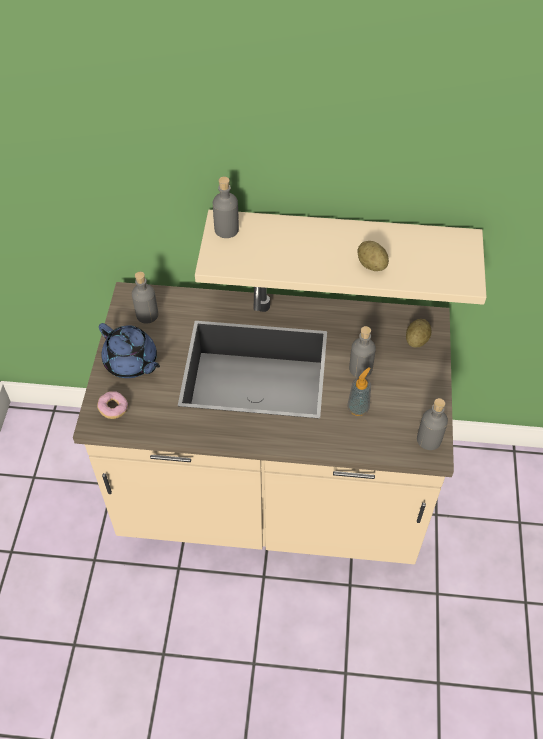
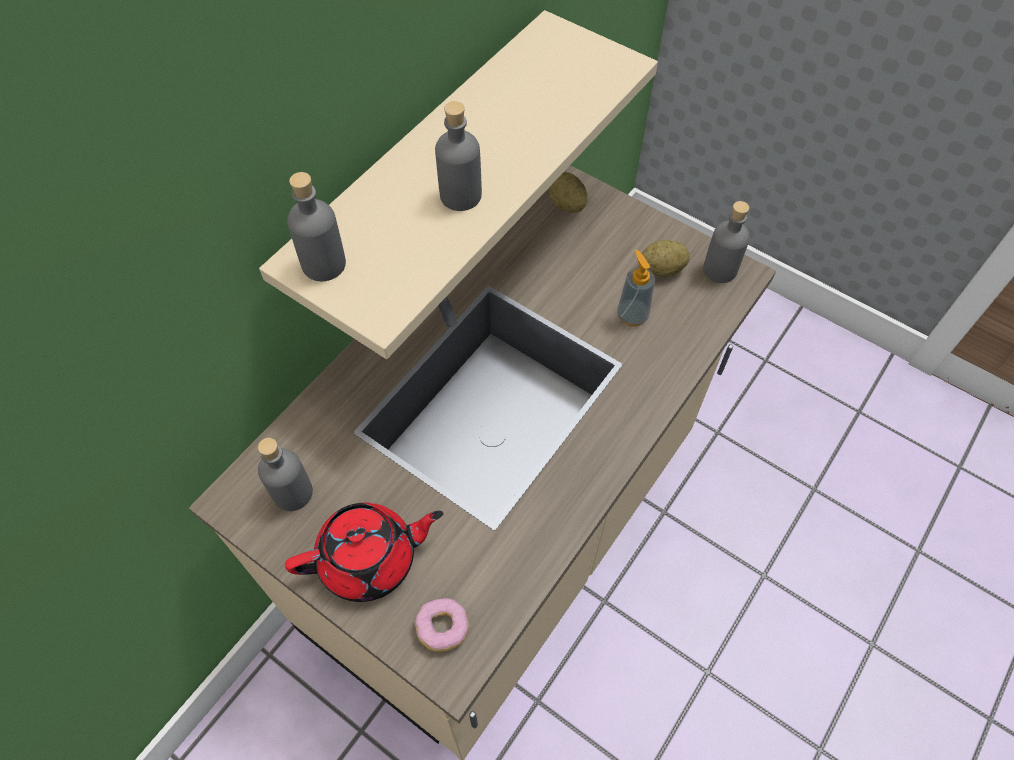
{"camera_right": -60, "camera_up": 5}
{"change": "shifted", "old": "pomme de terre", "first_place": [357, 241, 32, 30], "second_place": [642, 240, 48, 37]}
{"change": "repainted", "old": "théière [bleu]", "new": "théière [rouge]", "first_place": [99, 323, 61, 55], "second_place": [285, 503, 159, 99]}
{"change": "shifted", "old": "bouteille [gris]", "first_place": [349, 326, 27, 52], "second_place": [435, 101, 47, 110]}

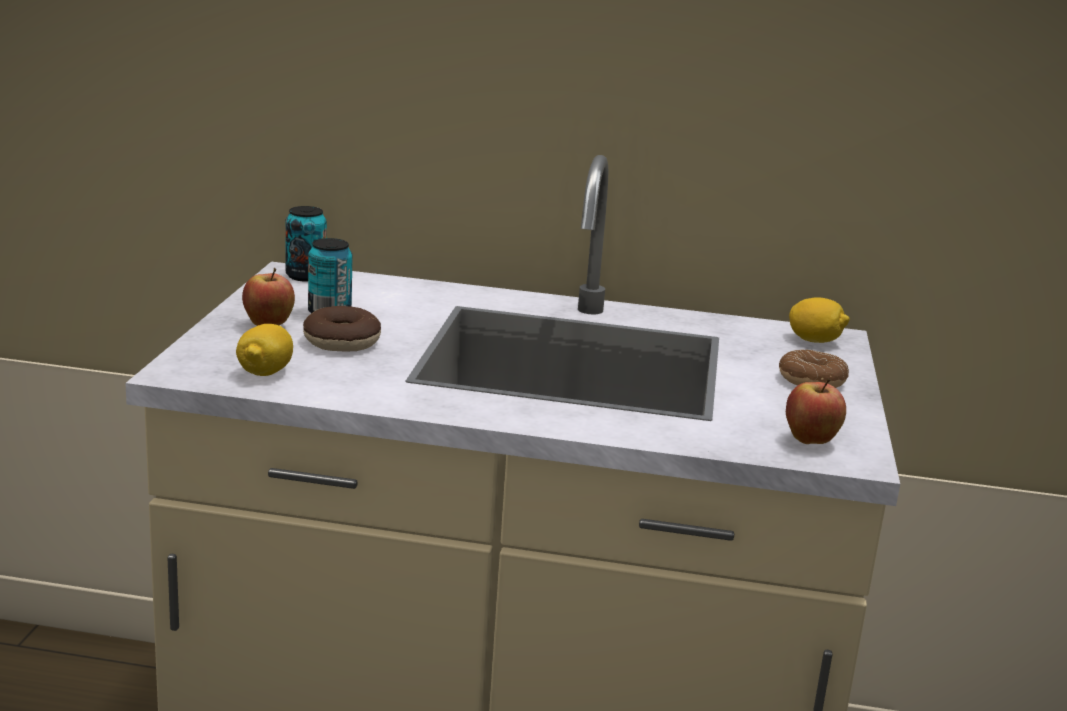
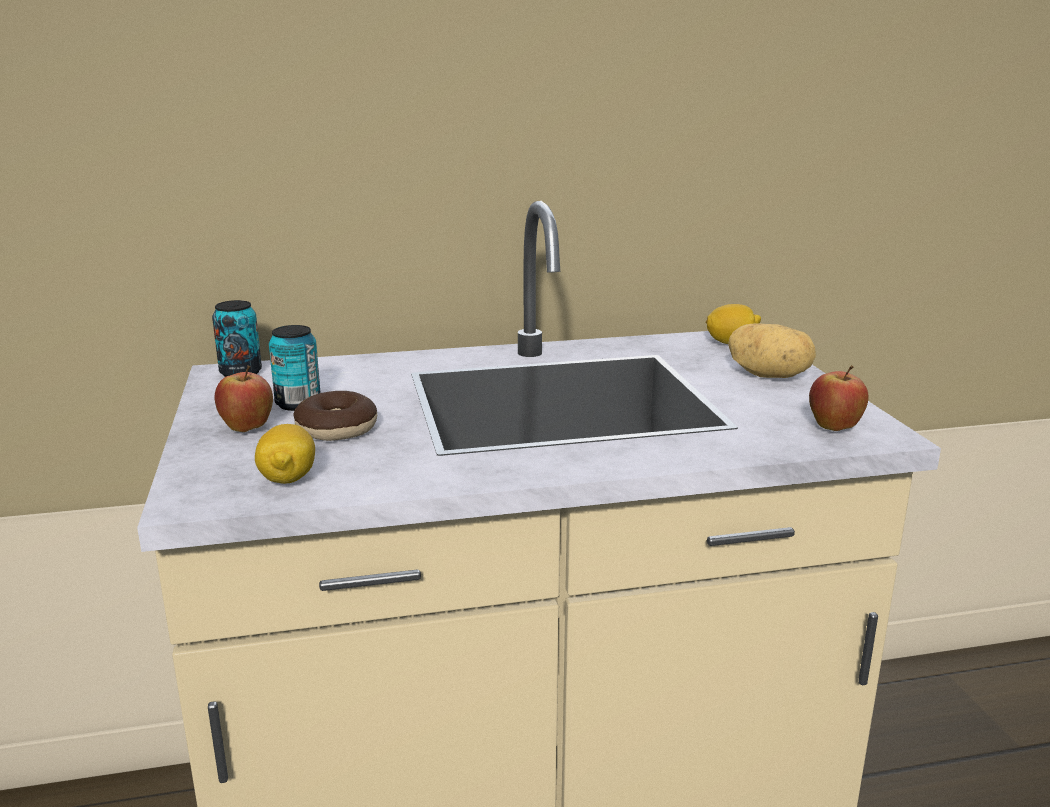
{"camera_right": -20, "camera_up": 0}
{"change": "swapped", "old": "beignet", "new": "pomme de terre", "first_place": [779, 350, 70, 38], "second_place": [728, 324, 88, 54]}

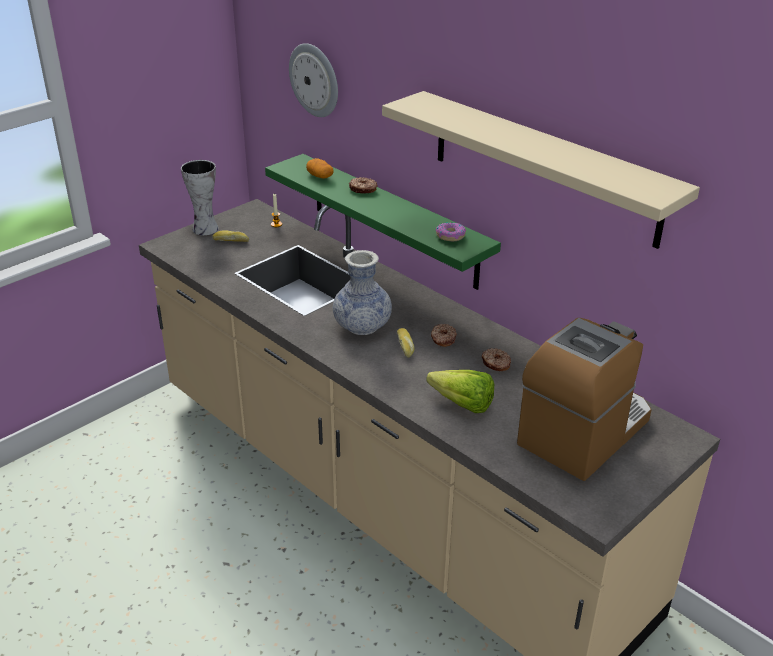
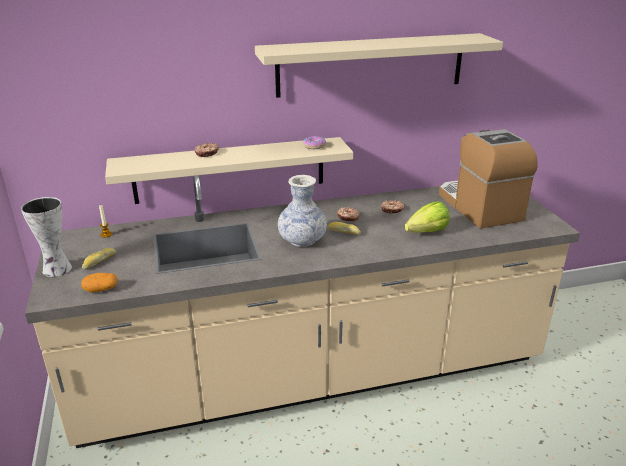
{"camera_right": -60, "camera_up": -5}
{"change": "gone", "old": "horloge murale", "first_place": [289, 43, 49, 74]}
{"change": "repainted", "old": "étagère [vert]", "new": "étagère [beige]", "first_place": [265, 154, 236, 136], "second_place": [105, 137, 248, 67]}
{"change": "shifted", "old": "pomme de terre", "first_place": [306, 158, 27, 21], "second_place": [81, 273, 37, 19]}

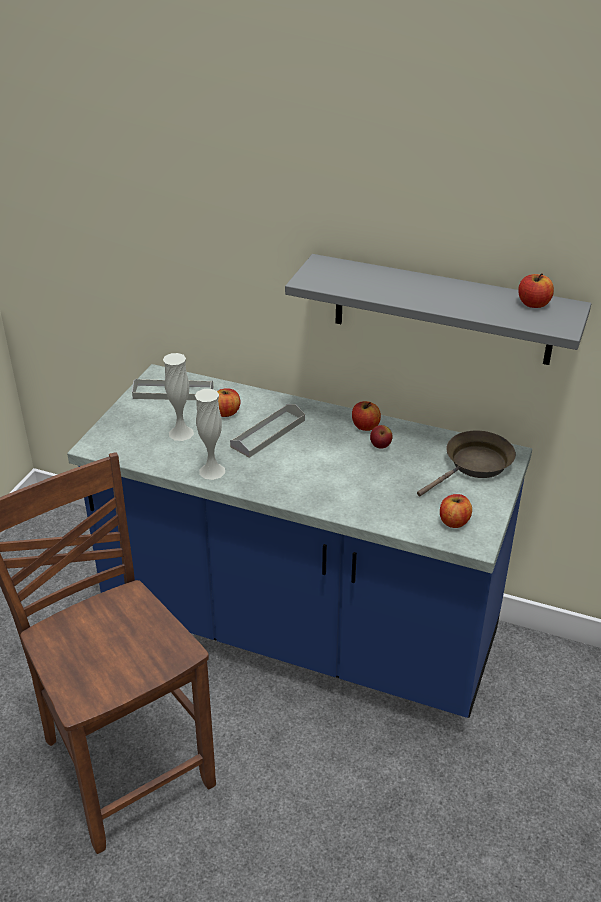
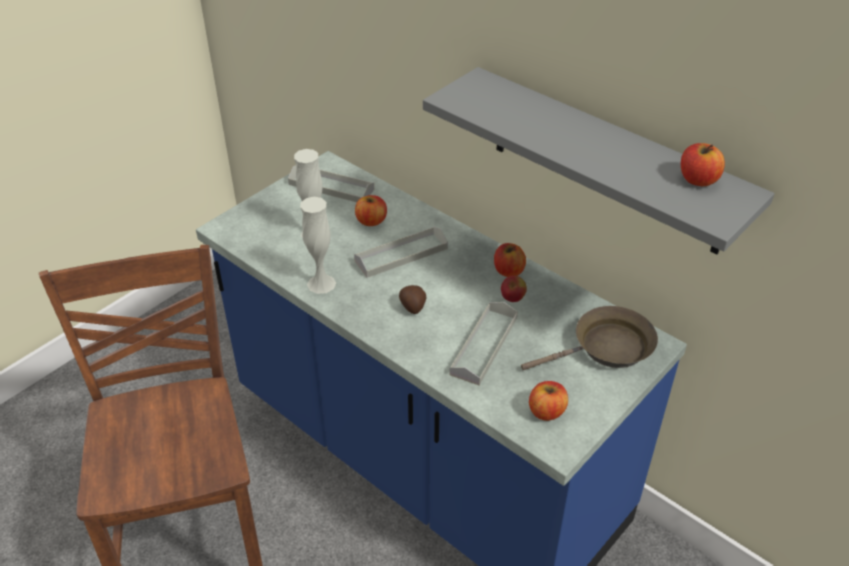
{"camera_right": 20, "camera_up": 5}
{"change": "new", "new": "pomme de terre", "second_place": [399, 285, 27, 29]}
{"change": "new", "new": "plateau [gris]", "second_place": [449, 302, 69, 83]}

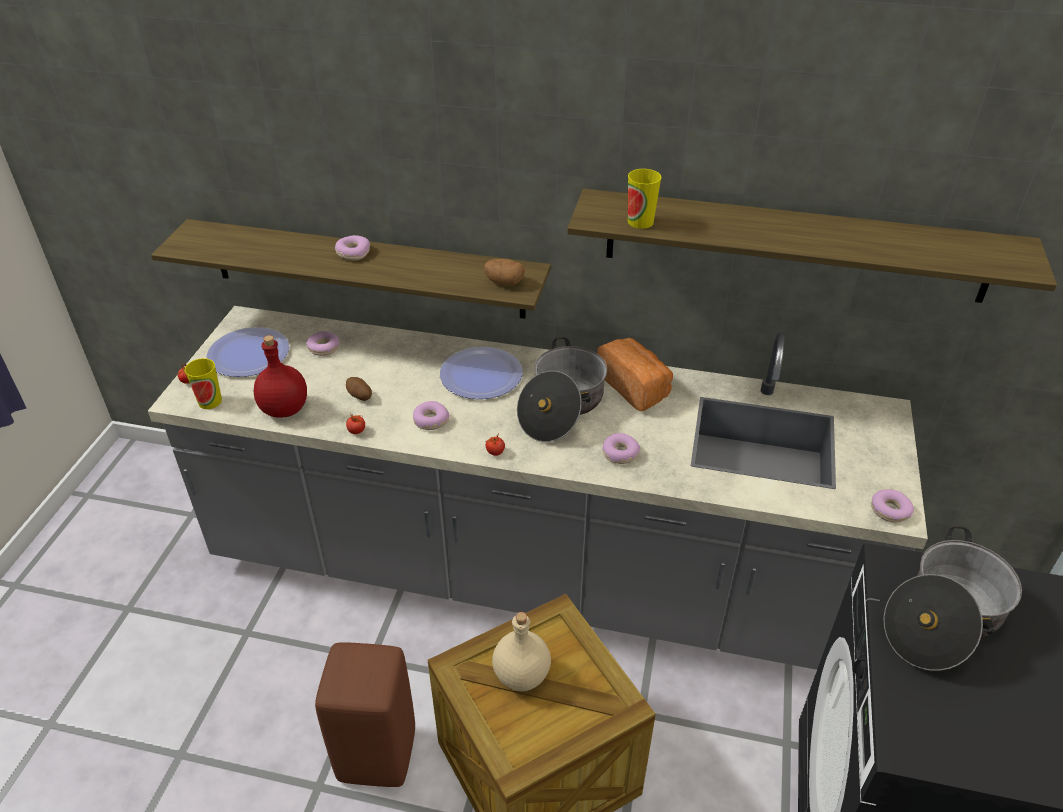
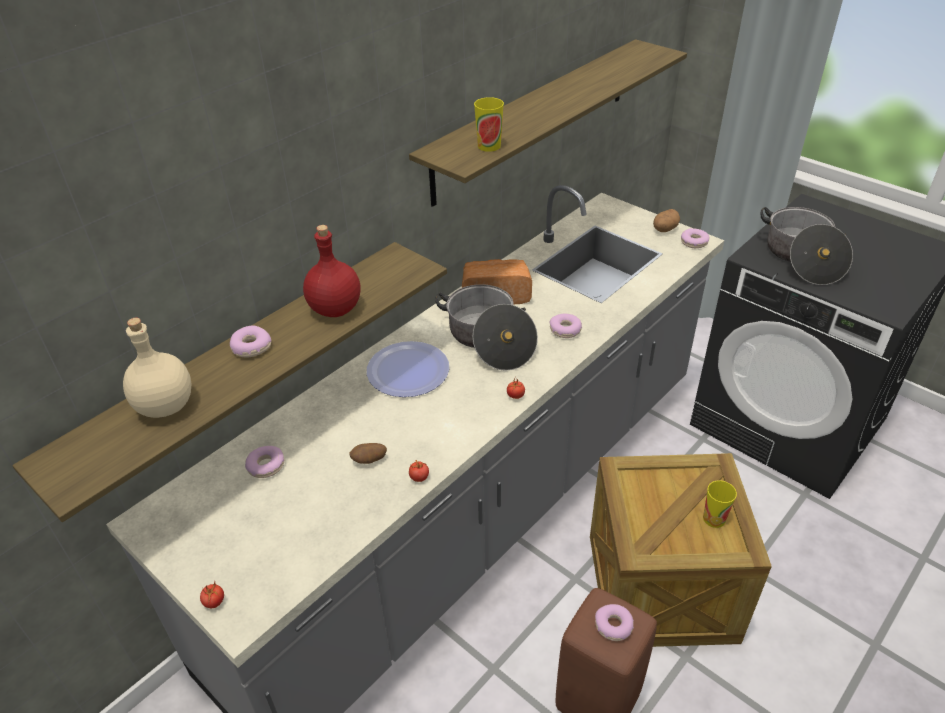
{"camera_right": -60, "camera_up": 0}
{"change": "shifted", "old": "pomme de terre", "first_place": [484, 259, 41, 26], "second_place": [653, 209, 27, 23]}
{"change": "gone", "old": "assiette", "first_place": [206, 327, 83, 50]}
{"change": "shifted", "old": "bouteille [rouge]", "first_place": [254, 335, 53, 83], "second_place": [303, 225, 58, 92]}
{"change": "shifted", "old": "tasse", "first_place": [184, 358, 38, 51], "second_place": [703, 480, 34, 48]}
{"change": "shifted", "old": "beignet", "first_place": [413, 401, 37, 29], "second_place": [595, 604, 39, 37]}
{"change": "shifted", "old": "bouteille [beige]", "first_place": [492, 612, 59, 79], "second_place": [123, 318, 69, 100]}

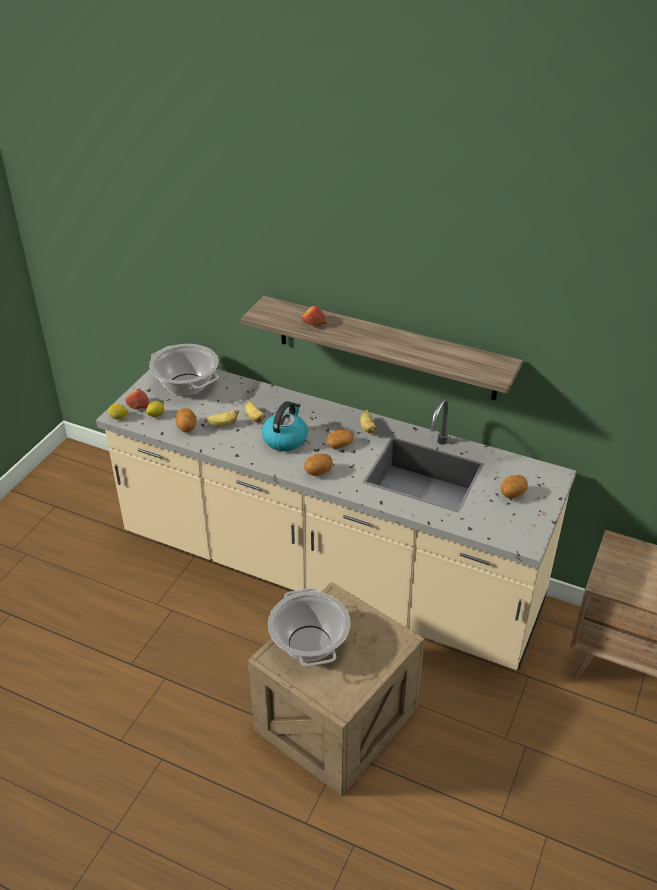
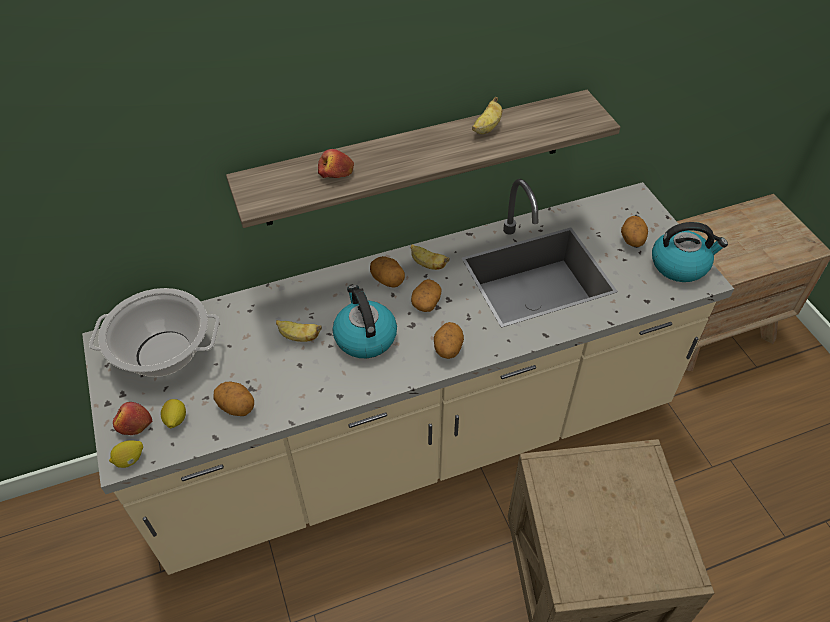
{"camera_right": -45, "camera_up": 10}
{"change": "shifted", "old": "banane", "first_place": [205, 410, 34, 17], "second_place": [472, 97, 30, 37]}
{"change": "gone", "old": "marmite", "first_place": [268, 588, 82, 79]}
{"change": "new", "new": "bouilloire", "second_place": [652, 222, 76, 60]}
{"change": "new", "new": "pomme de terre", "second_place": [370, 256, 35, 31]}

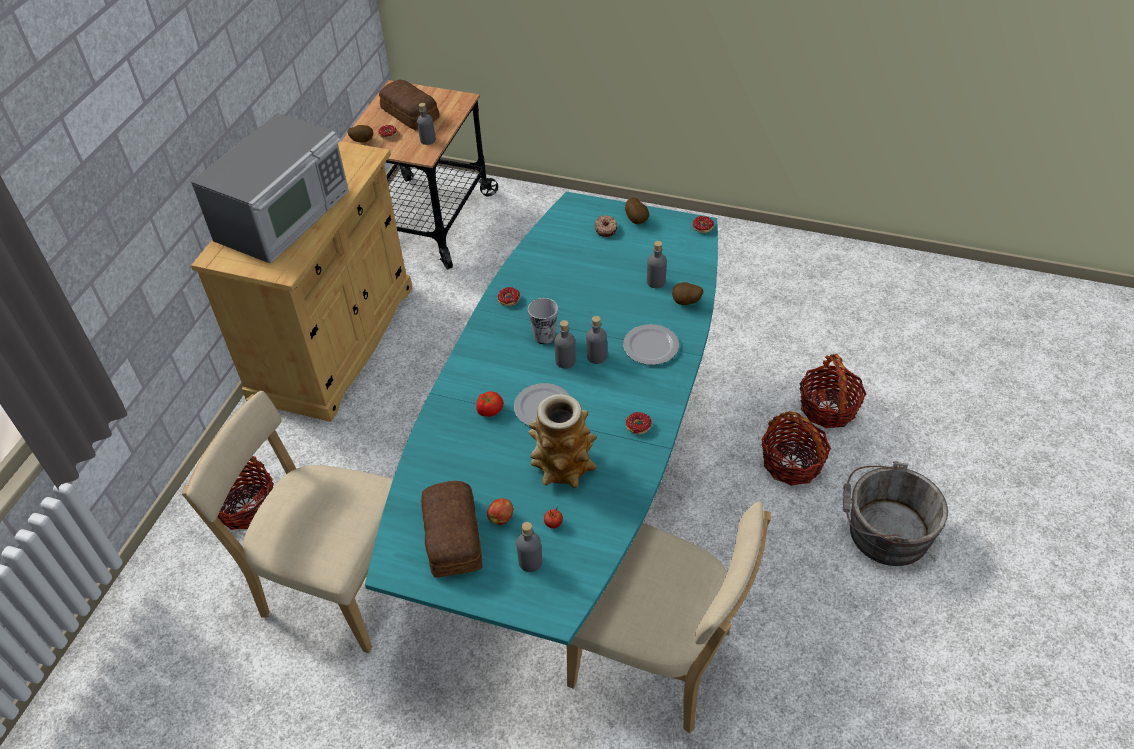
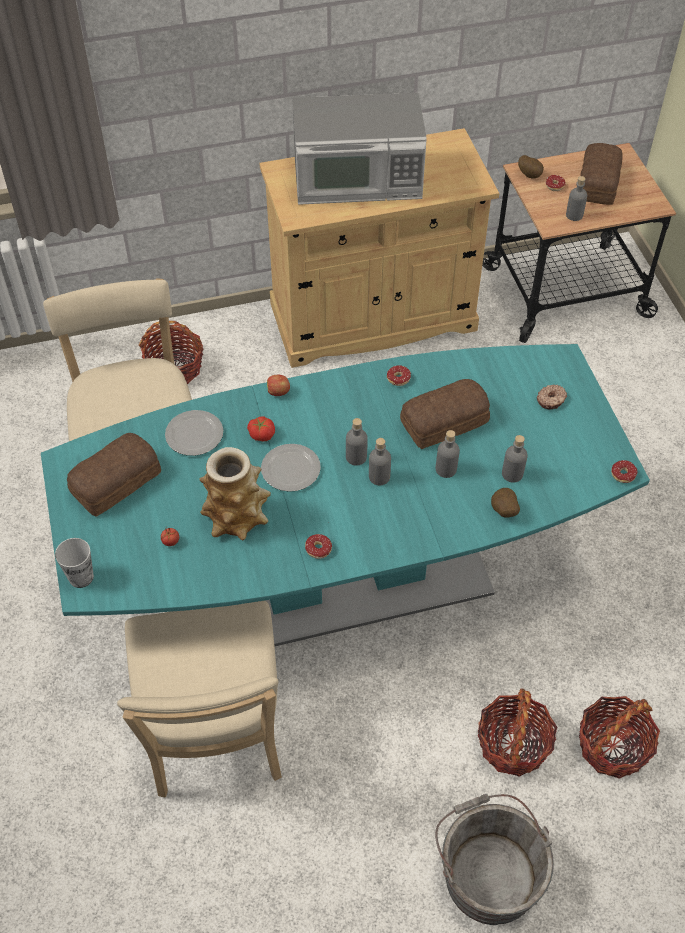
{"camera_right": 55, "camera_up": 5}
{"change": "gone", "old": "pomme de terre", "first_place": [625, 197, 24, 27]}
{"change": "shifted", "old": "tasse", "first_place": [528, 298, 30, 46], "second_place": [55, 538, 39, 50]}
{"change": "shifted", "old": "assiette", "first_place": [623, 324, 56, 41], "second_place": [165, 410, 58, 46]}
{"change": "shifted", "old": "pomme", "first_place": [487, 498, 26, 27], "second_place": [267, 375, 23, 21]}
{"change": "shifted", "old": "bouteille [gris]", "first_place": [516, 522, 26, 50], "second_place": [436, 430, 24, 48]}
{"change": "new", "new": "pain", "second_place": [400, 379, 90, 70]}

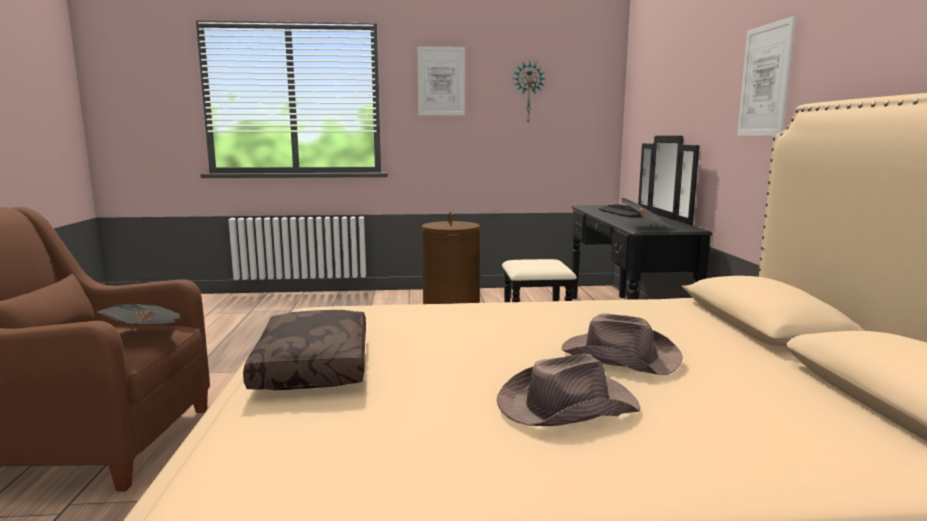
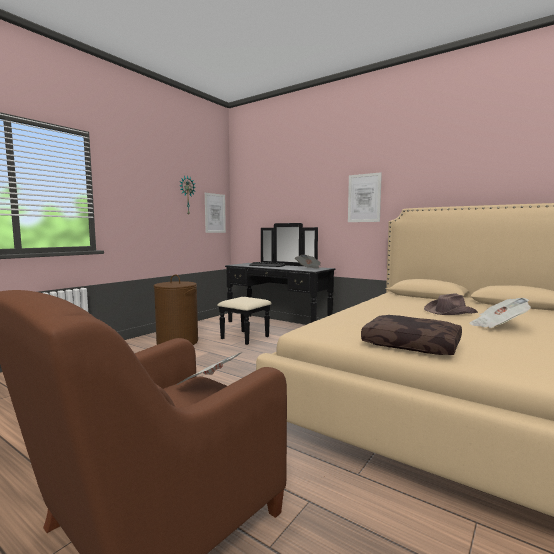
{"camera_right": -50, "camera_up": -5}
{"change": "shifted", "old": "tableau", "first_place": [417, 46, 48, 69], "second_place": [205, 193, 21, 40]}
{"change": "swapped", "old": "chapeau [marron]", "new": "journal", "first_place": [497, 353, 144, 73], "second_place": [469, 298, 62, 30]}

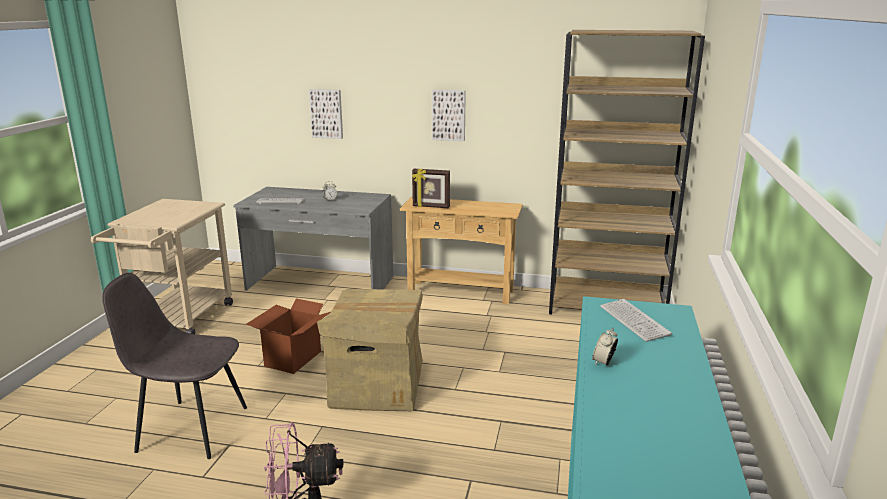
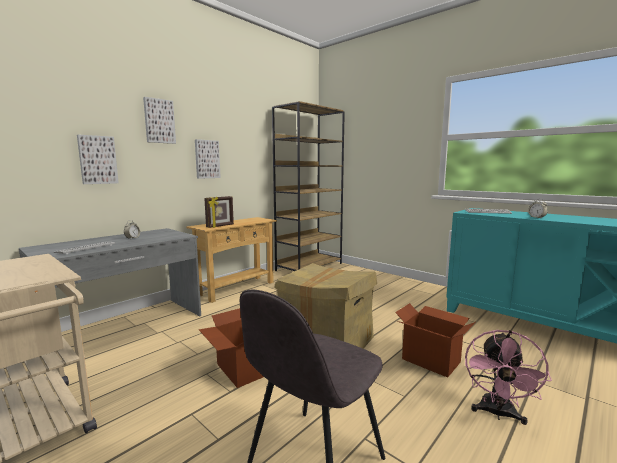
{"camera_right": -60, "camera_up": -10}
{"change": "new", "new": "tableau", "second_place": [143, 97, 33, 47]}
{"change": "new", "new": "carton", "second_place": [395, 303, 81, 75]}

